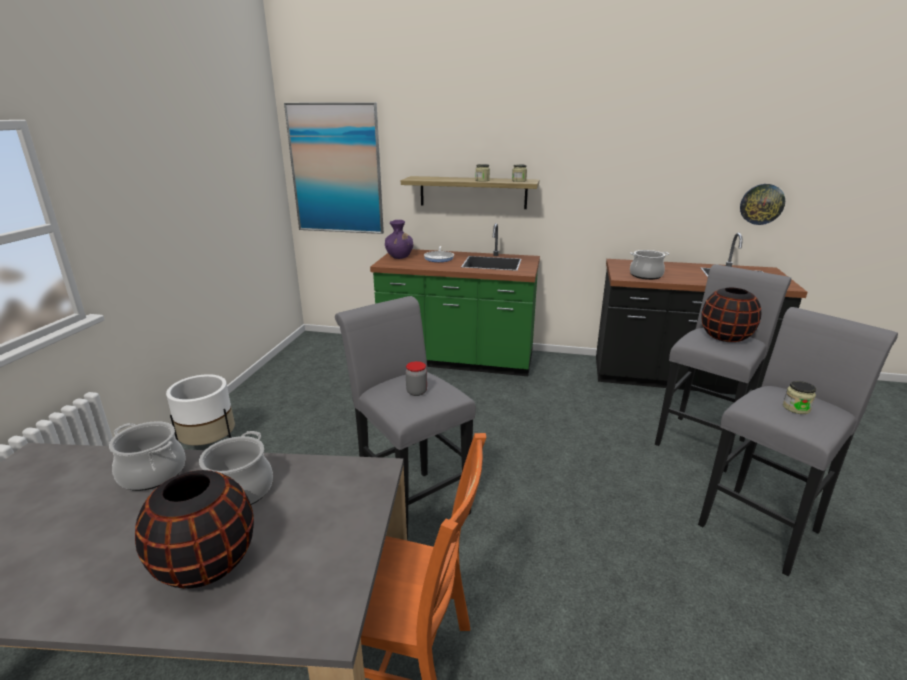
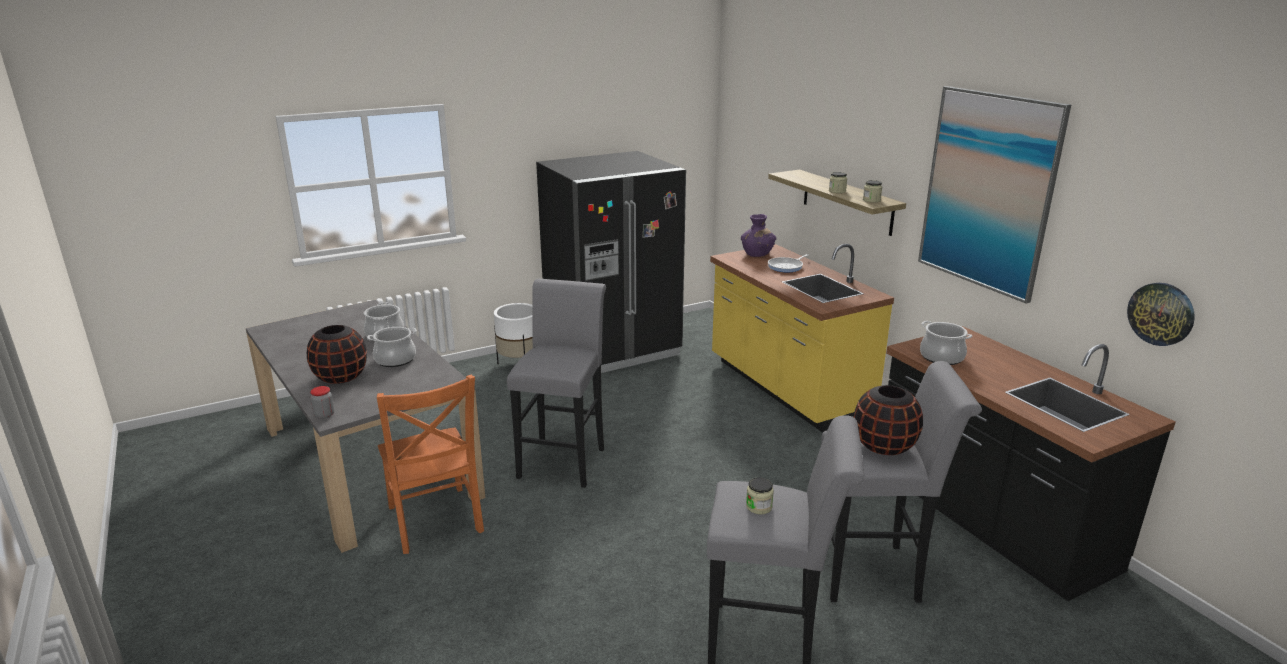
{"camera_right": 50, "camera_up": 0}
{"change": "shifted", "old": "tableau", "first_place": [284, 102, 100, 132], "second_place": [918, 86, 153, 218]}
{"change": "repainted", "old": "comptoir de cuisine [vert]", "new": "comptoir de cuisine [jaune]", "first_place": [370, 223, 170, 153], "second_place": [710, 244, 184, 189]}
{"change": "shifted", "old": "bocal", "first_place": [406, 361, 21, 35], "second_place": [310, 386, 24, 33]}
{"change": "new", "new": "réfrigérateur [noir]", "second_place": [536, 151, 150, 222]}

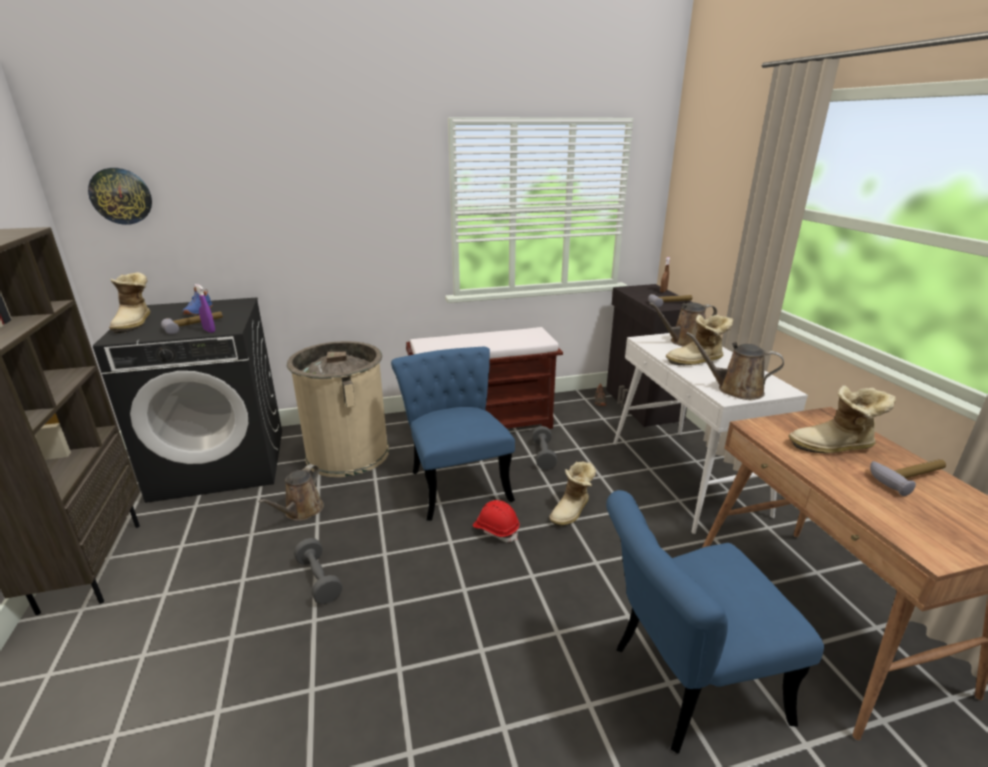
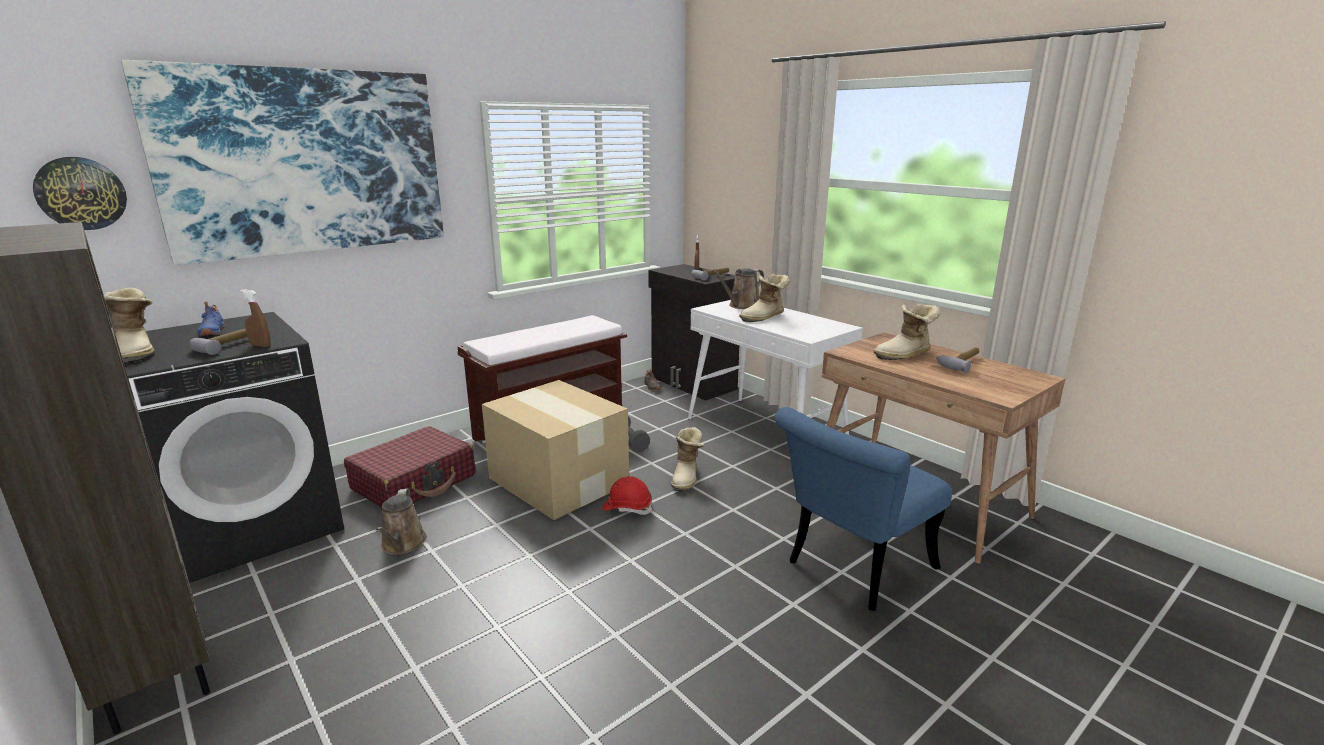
{"camera_right": -25, "camera_up": -5}
{"change": "repainted", "old": "vaporisateur [violet]", "new": "vaporisateur [marron]", "first_place": [195, 284, 20, 49], "second_place": [240, 289, 31, 58]}
{"change": "gone", "old": "arrosoir [marron]", "first_place": [686, 332, 98, 68]}
{"change": "swapped", "old": "poubelle [beige]", "new": "valise [rouge]", "first_place": [287, 341, 102, 136], "second_place": [344, 426, 131, 82]}
{"change": "swapped", "old": "chaise [bleu]", "new": "carton", "first_place": [391, 347, 124, 174], "second_place": [482, 380, 147, 140]}
{"change": "gone", "old": "haltère [gris]", "first_place": [294, 538, 48, 66]}
{"change": "new", "new": "tableau", "second_place": [121, 60, 323, 205]}

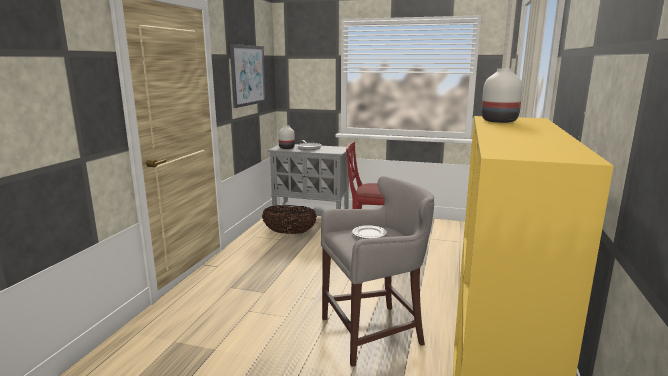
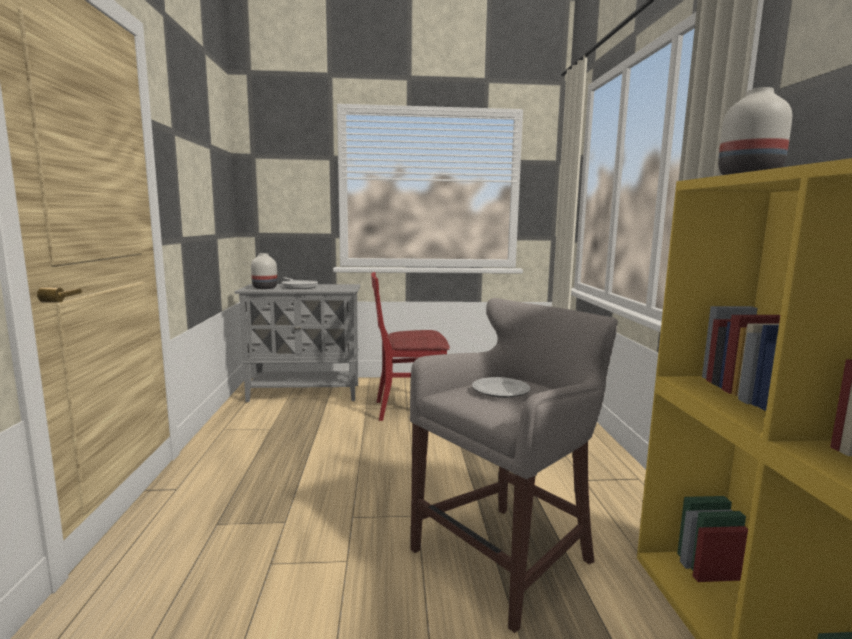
{"camera_right": -20, "camera_up": -5}
{"change": "gone", "old": "tableau", "first_place": [230, 44, 36, 64]}
{"change": "gone", "old": "panier", "first_place": [262, 205, 55, 29]}

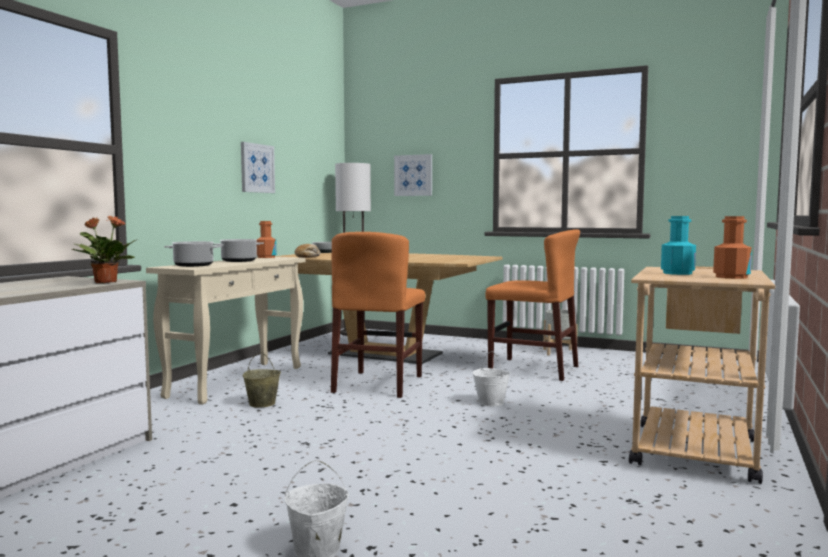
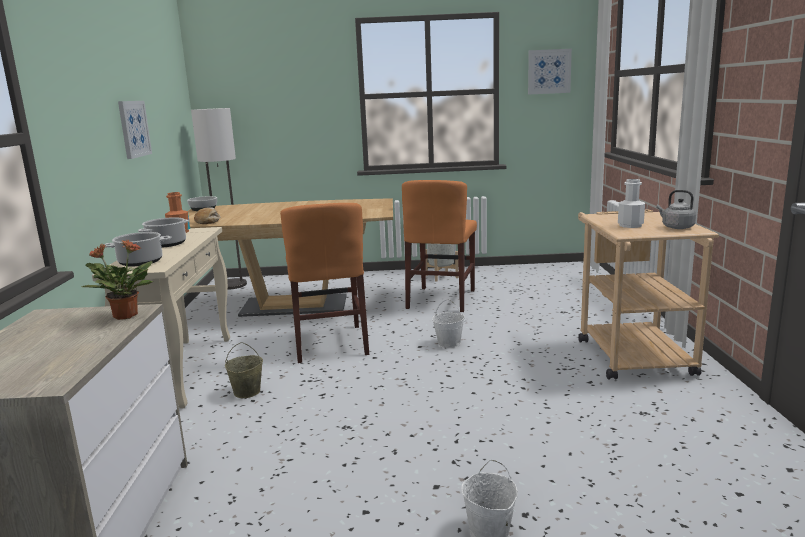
{"camera_right": -25, "camera_up": 10}
{"change": "shifted", "old": "tableau", "first_place": [394, 154, 38, 42], "second_place": [528, 49, 44, 46]}
{"change": "repainted", "old": "bouteille [turquoise]", "new": "bouteille [blanc]", "first_place": [661, 216, 35, 59], "second_place": [618, 179, 27, 49]}
{"change": "swapped", "old": "bouteille [orange]", "new": "bouilloire [gris]", "first_place": [713, 216, 39, 63], "second_place": [656, 190, 40, 39]}
{"change": "rotated", "old": "chaise [orange]", "first_place": [485, 229, 95, 152], "second_place": [402, 180, 75, 132], "degrees": 105}

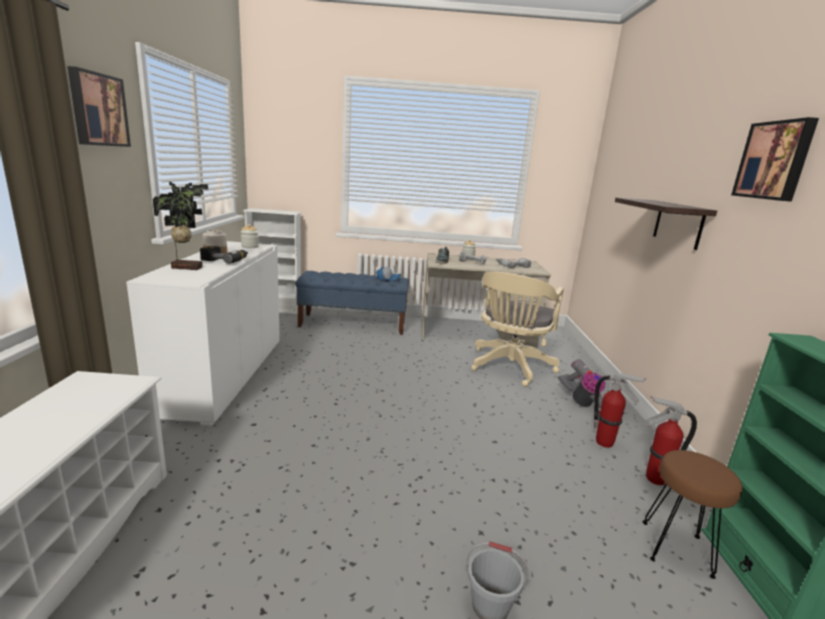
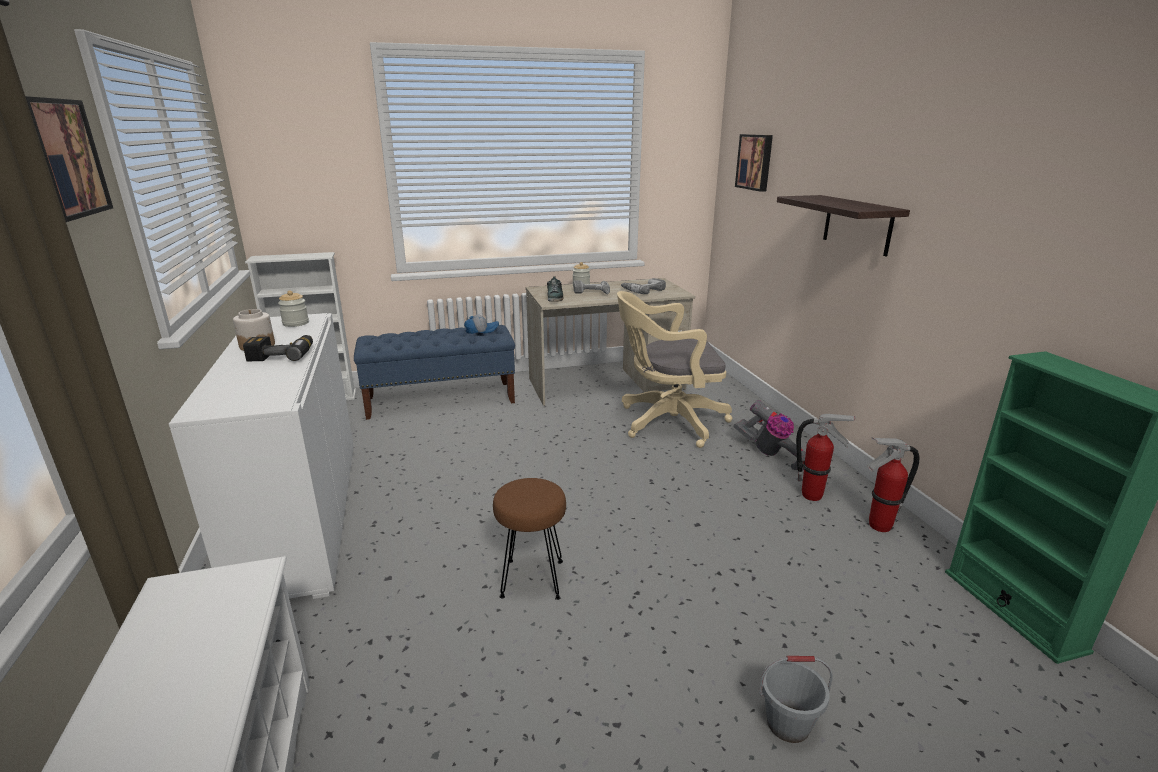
{"camera_right": -15, "camera_up": 5}
{"change": "shifted", "old": "tableau", "first_place": [731, 117, 88, 85], "second_place": [735, 134, 38, 58]}
{"change": "gone", "old": "plante en pot", "first_place": [153, 182, 55, 88]}
{"change": "rotated", "old": "chaise de bureau [beige]", "first_place": [471, 272, 93, 115], "second_place": [617, 291, 115, 157], "degrees": 75}
{"change": "shifted", "old": "tabouret [marron]", "first_place": [642, 450, 100, 129], "second_place": [493, 478, 73, 122]}

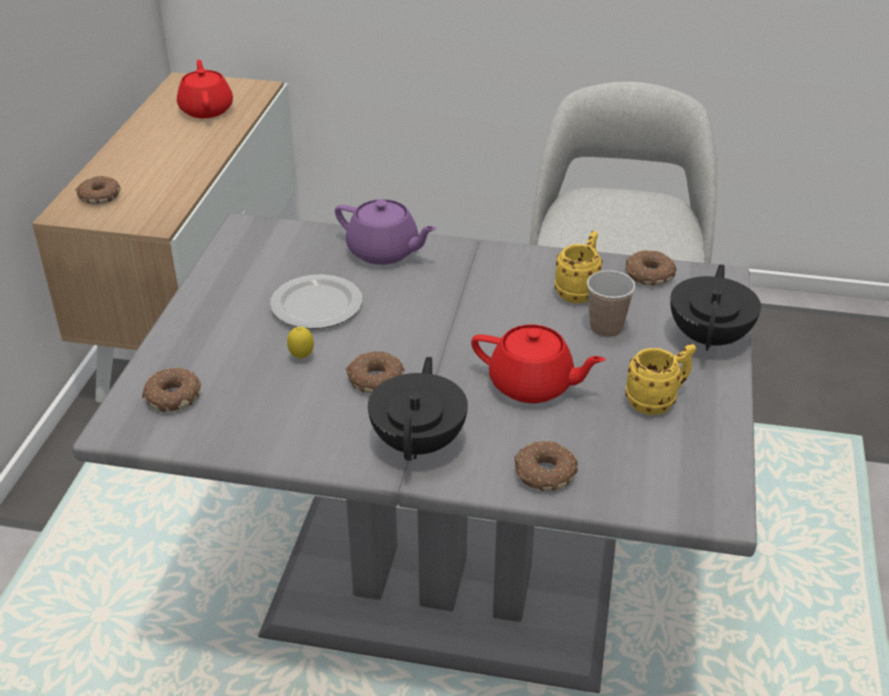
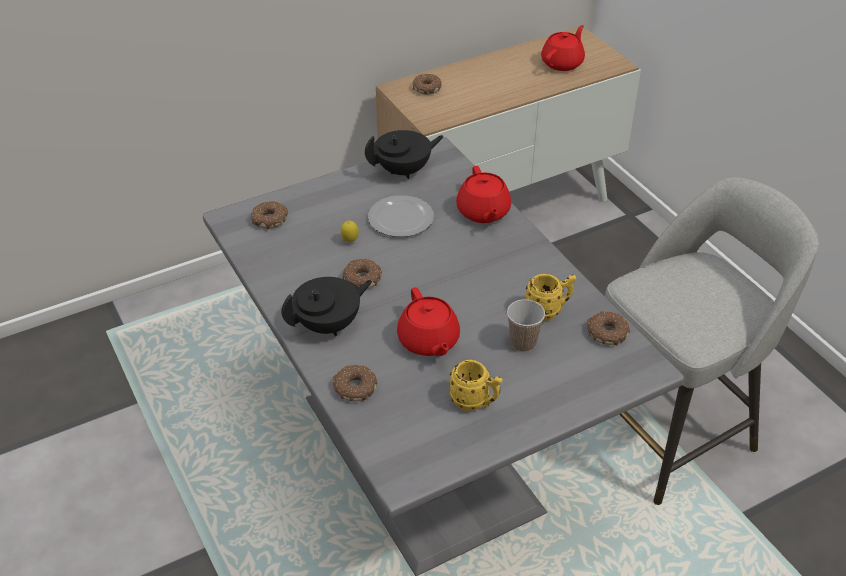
{"camera_right": 50, "camera_up": 5}
{"change": "repainted", "old": "théière [violet]", "new": "théière [rouge]", "first_place": [335, 199, 102, 66], "second_place": [456, 166, 55, 57]}
{"change": "shifted", "old": "théière [noir]", "first_place": [670, 264, 91, 87], "second_place": [365, 130, 79, 49]}

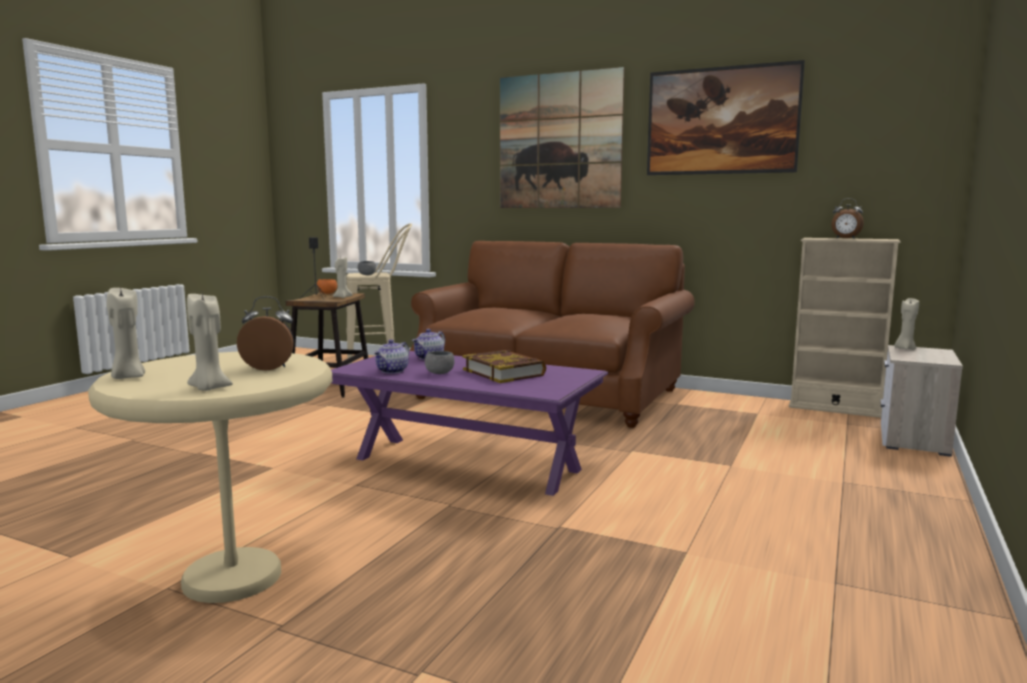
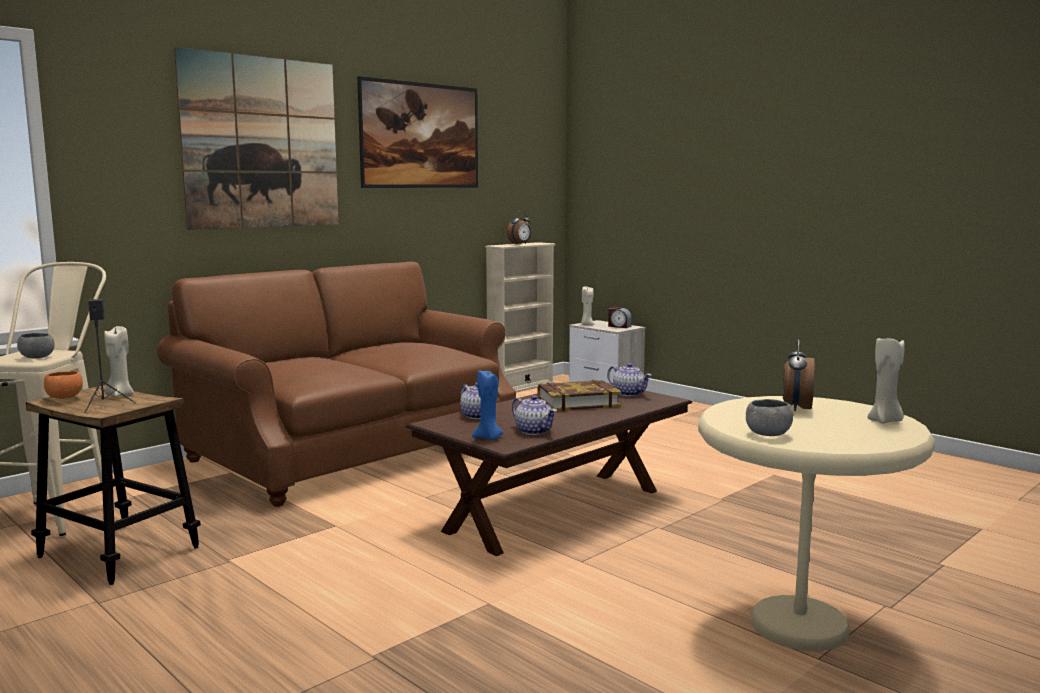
{"camera_right": -70, "camera_up": 0}
{"change": "gone", "old": "bougie [beige]", "first_place": [106, 286, 39, 93]}
{"change": "repainted", "old": "table basse [violet]", "new": "table basse [marron]", "first_place": [331, 351, 277, 145], "second_place": [406, 380, 286, 176]}
{"change": "shifted", "old": "bol [gris]", "first_place": [425, 351, 30, 23], "second_place": [746, 399, 47, 37]}
{"change": "new", "new": "réveil", "second_place": [608, 307, 24, 21]}
{"change": "new", "new": "théière", "second_place": [607, 363, 45, 33]}
{"change": "new", "new": "bougie [bleu]", "second_place": [472, 371, 32, 69]}

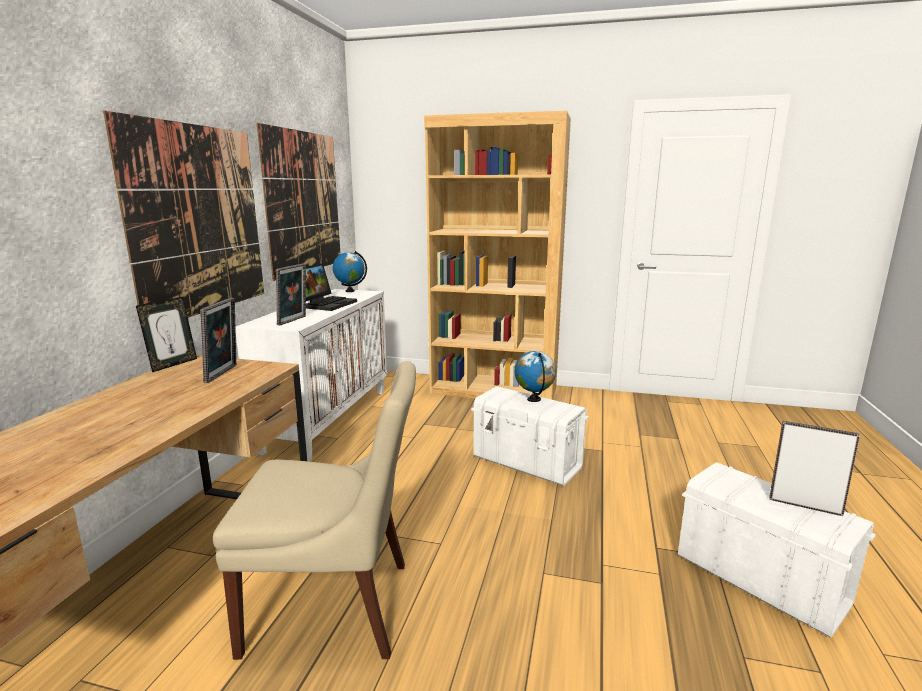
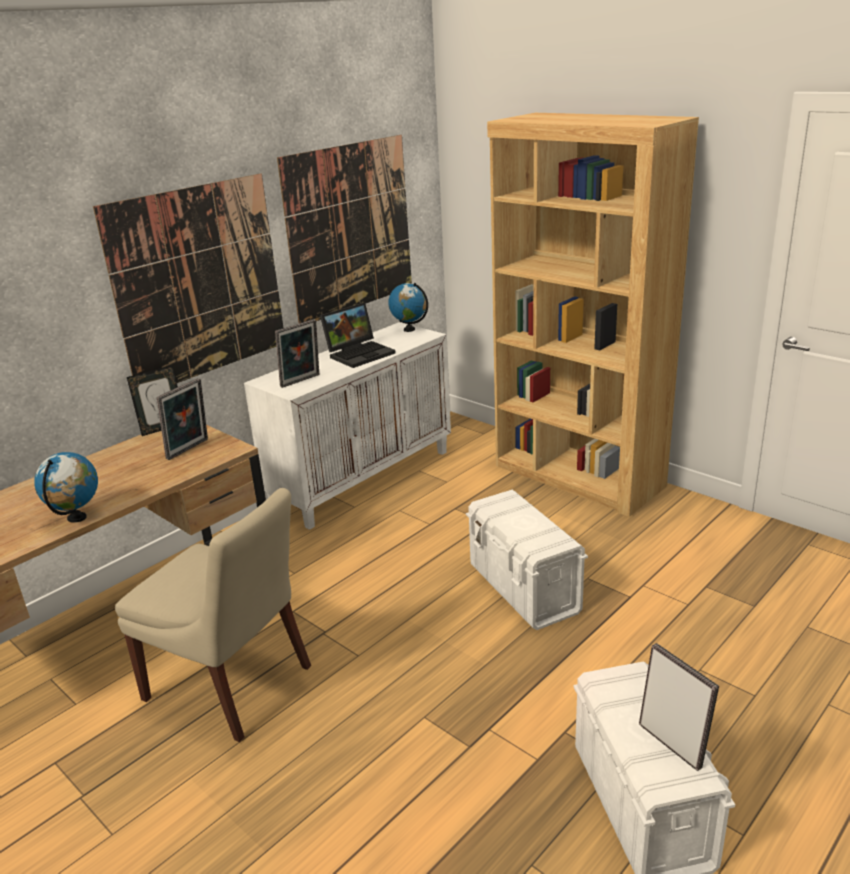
{"camera_right": 30, "camera_up": 10}
{"change": "shifted", "old": "globe", "first_place": [515, 351, 41, 51], "second_place": [34, 452, 64, 71]}

